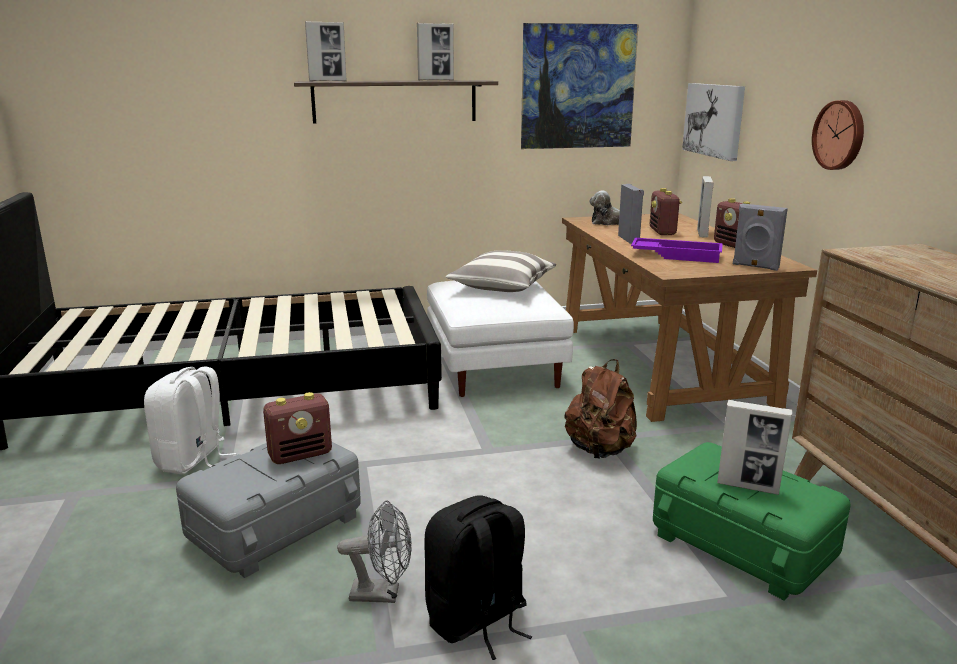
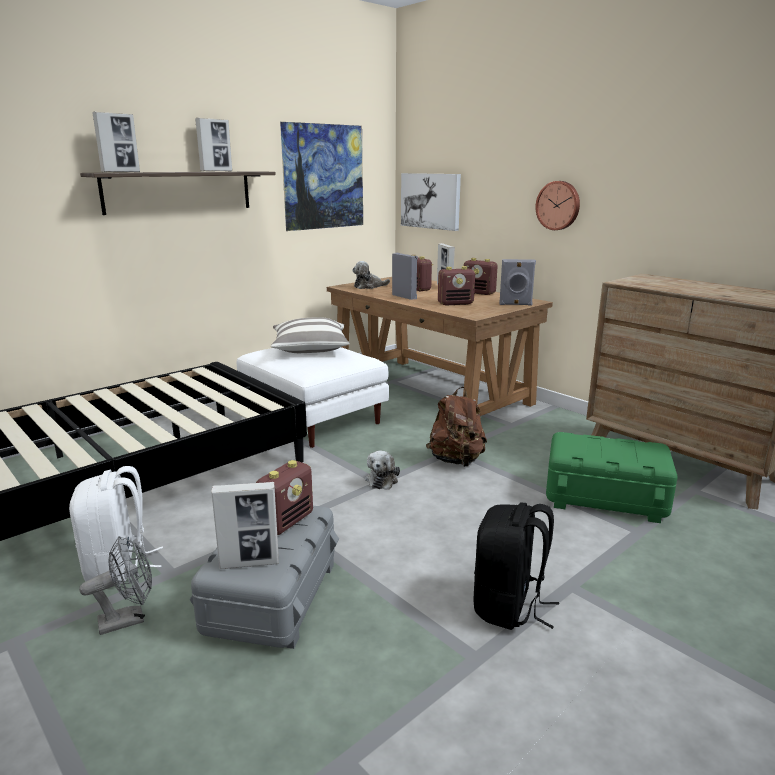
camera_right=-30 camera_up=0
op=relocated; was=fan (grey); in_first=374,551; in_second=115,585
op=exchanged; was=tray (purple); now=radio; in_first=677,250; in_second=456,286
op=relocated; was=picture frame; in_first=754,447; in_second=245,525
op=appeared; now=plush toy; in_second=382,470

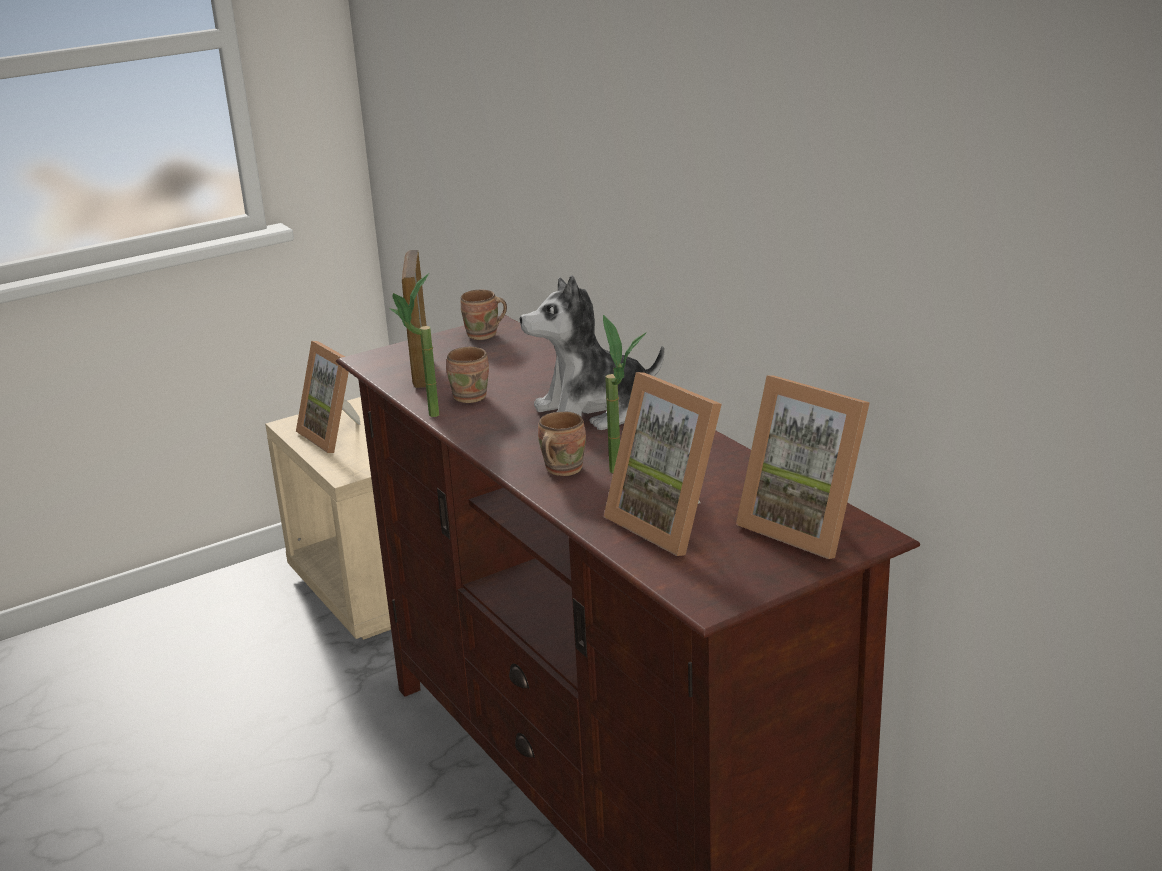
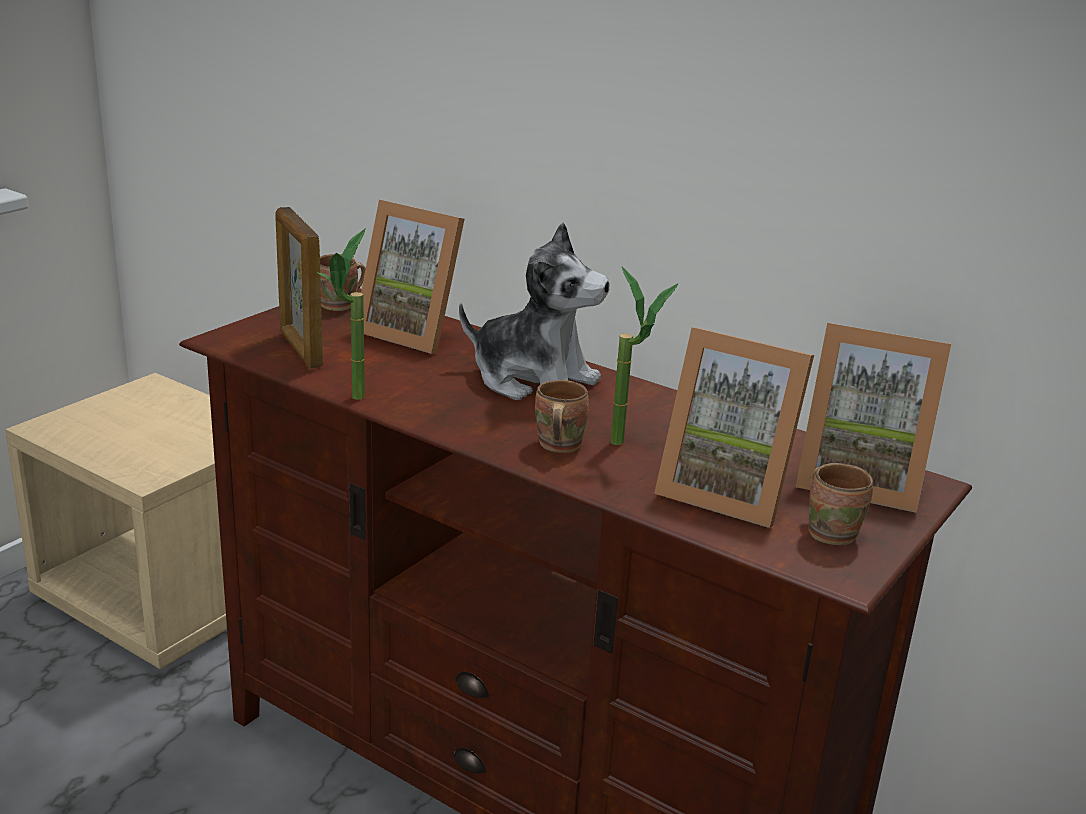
camera_right=-25 camera_up=0
op=relocated; was=picture frame; in_first=328,397; in_second=413,277
op=relocated; was=mug (brown); in_first=467,375; in_second=840,504
op=spun; was=plush toy; in_first=592,352; in_second=534,311; clockwise=-120

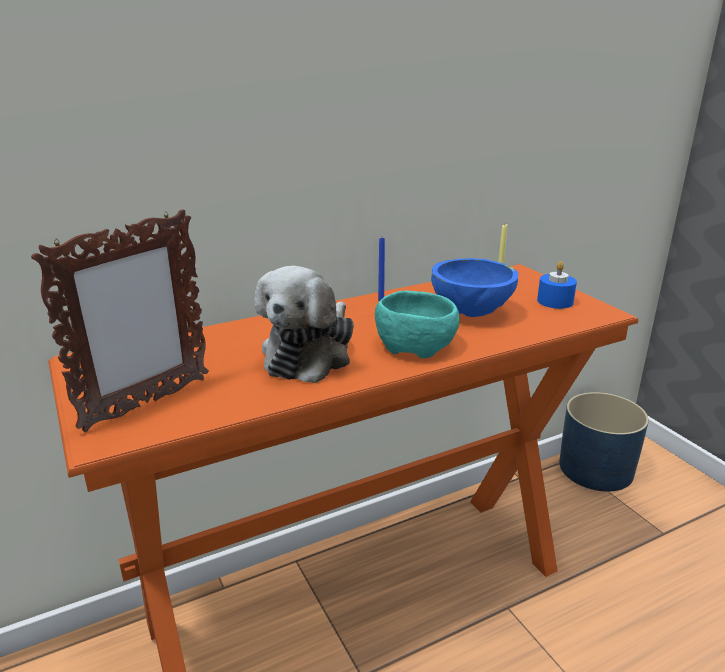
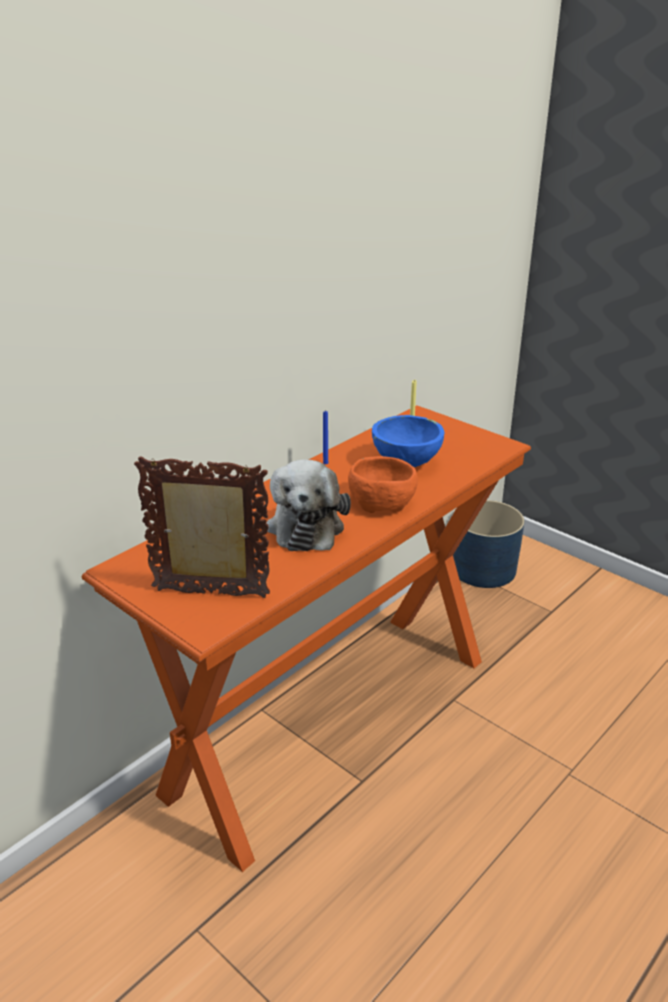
camera_right=-20 camera_up=5
op=spun; was=picture frame; in_first=120,320; in_second=202,527; clockwise=-105
op=colour; was=bowl (turquoise); now=bowl (orange); in_first=417,324; in_second=383,484
op=missing; was=candle (blue); in_first=557,285

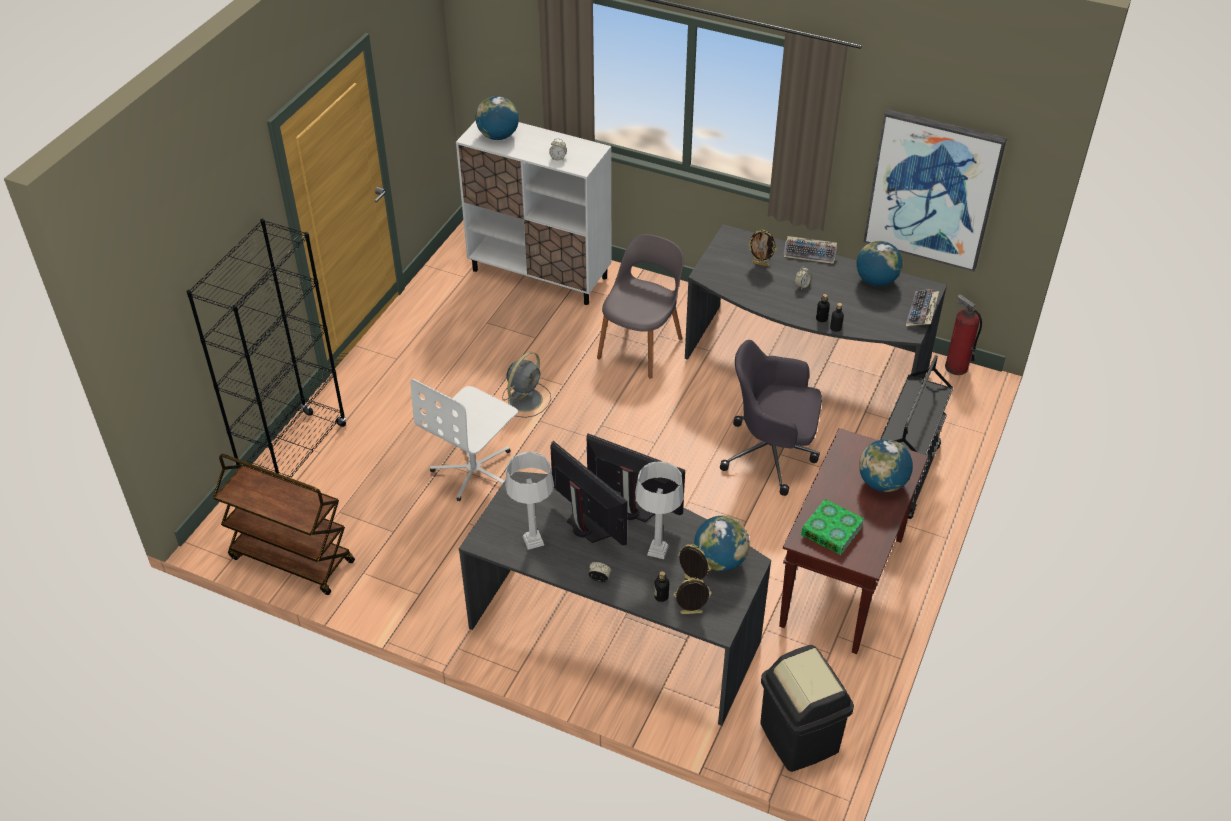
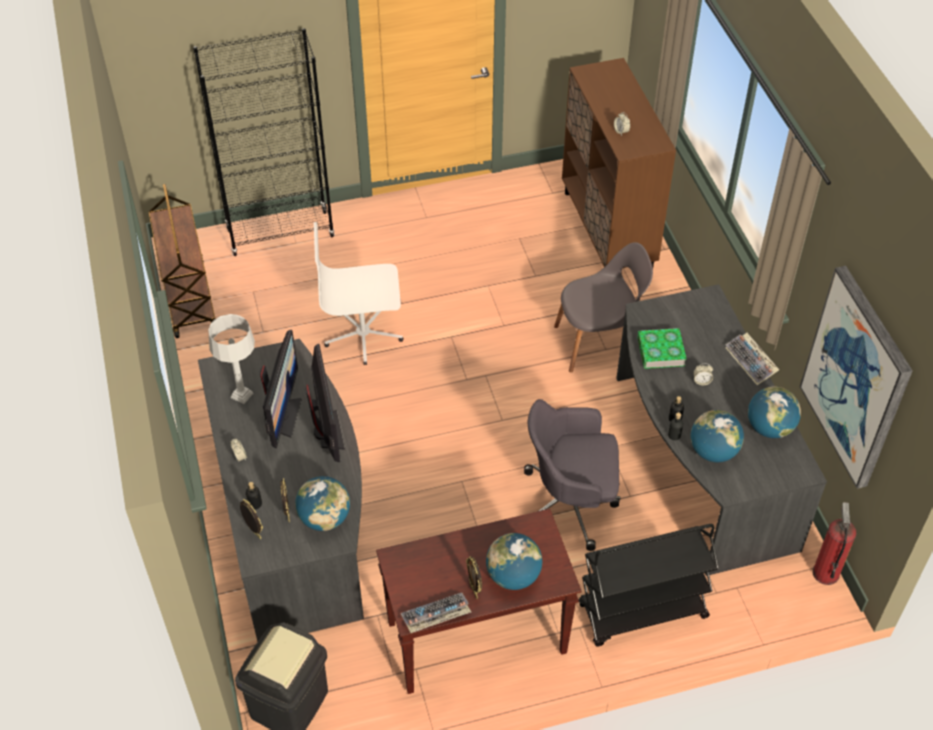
camera_right=50 camera_up=5
op=colour; was=cabinet (white); now=cabinet (brown); in_first=533,213; in_second=619,163
op=relocated; was=globe; in_first=497,118; in_second=717,436
op=missing; was=fan (grey); in_first=526,385
op=missing; was=table lamp (grey); in_first=659,510
op=spun; was=office chair (grey); in_first=771,418; in_second=572,475; clockwise=-60
op=relocated; was=picture frame; in_first=762,248; in_second=474,577
op=relocated; was=book; in_first=832,527; in_second=662,348
op=relocated; was=keyboard; in_first=922,307; in_second=435,613

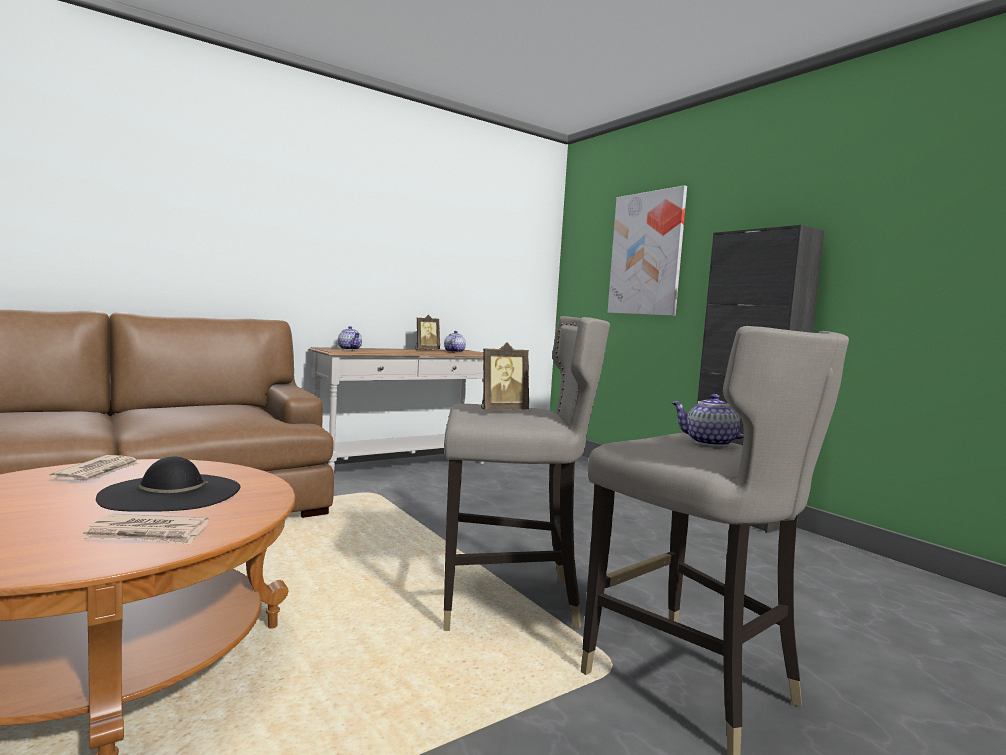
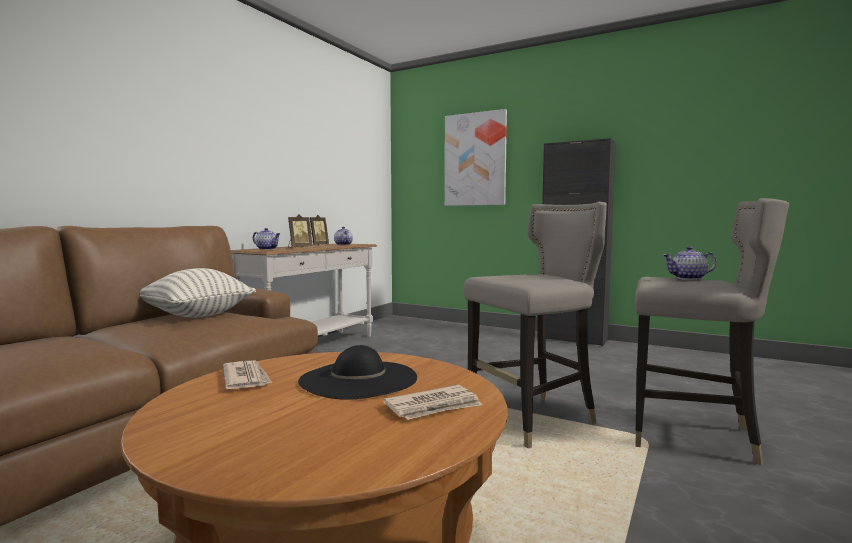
camera_right=-25 camera_up=0
op=relocated; was=picture frame; in_first=505,376; in_second=300,231
op=appeared; now=pillow; in_second=198,293

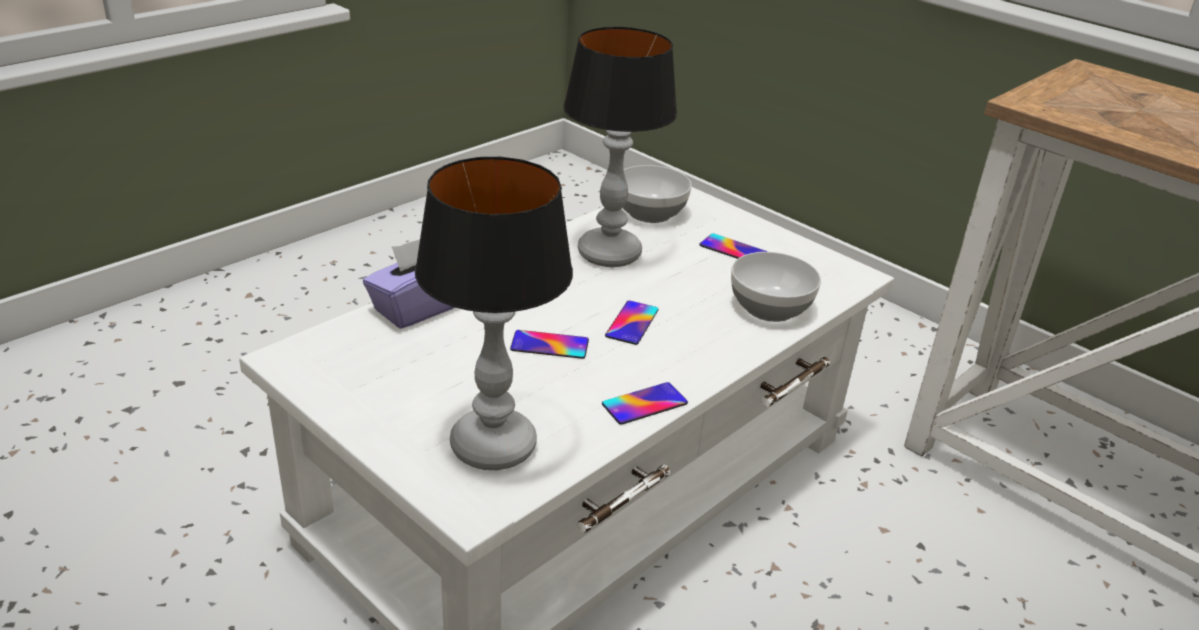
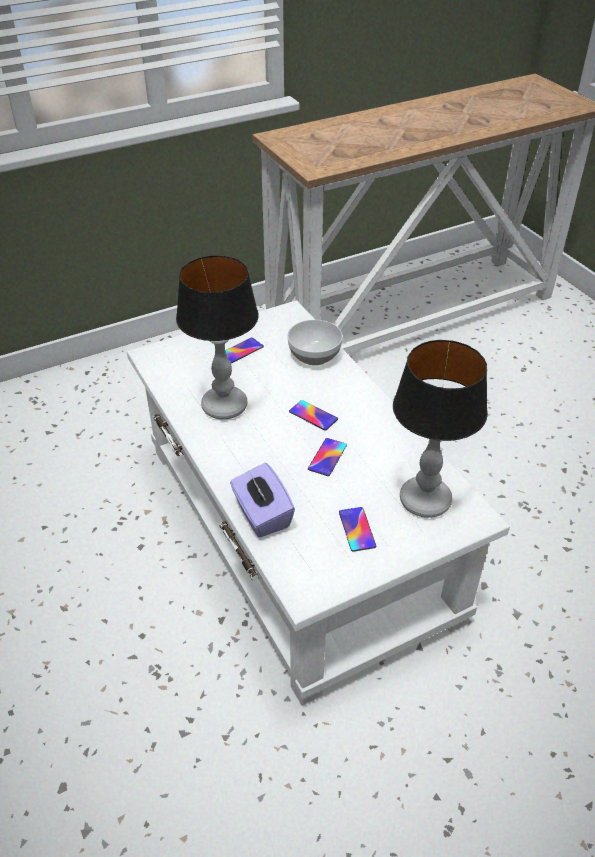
camera_right=-70 camera_up=10
op=relocated; was=phone; in_first=645,403; in_second=357,529
op=missing; was=bowl; in_first=657,194

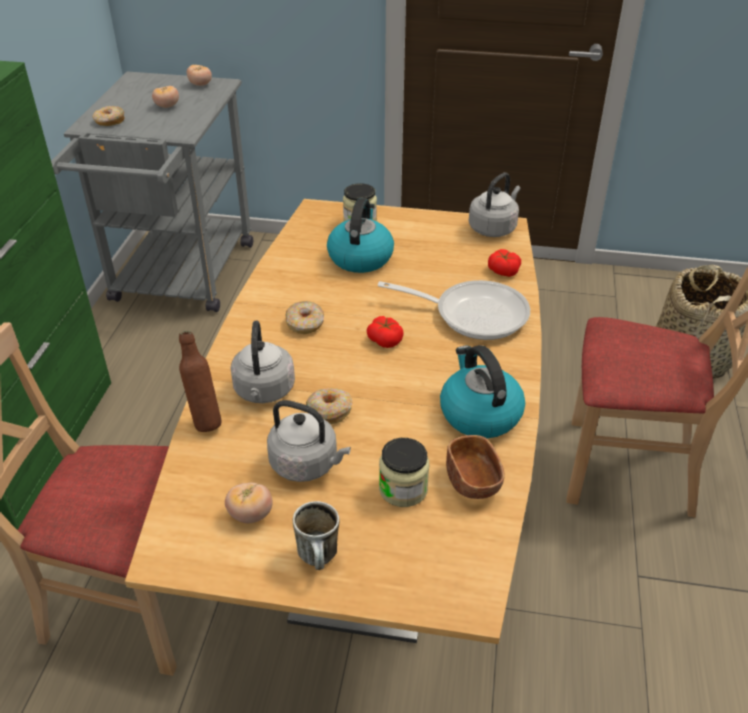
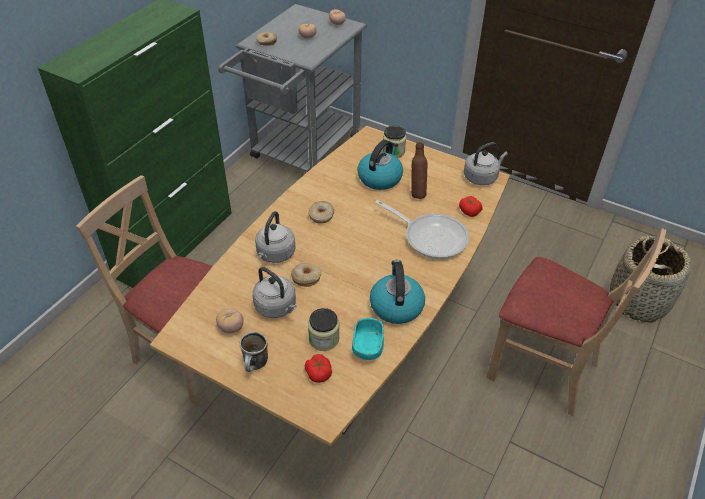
camera_right=20 camera_up=5
op=relocated; was=bottle (brown); in_first=200,381; in_second=420,170
op=relocated; was=tomato; in_first=385,332; in_second=318,368
op=colour; was=bowl (brown); now=bowl (turquoise); in_first=475,467; in_second=368,339

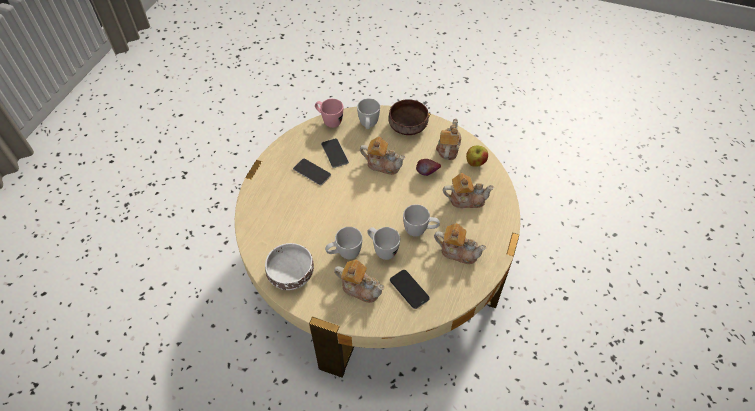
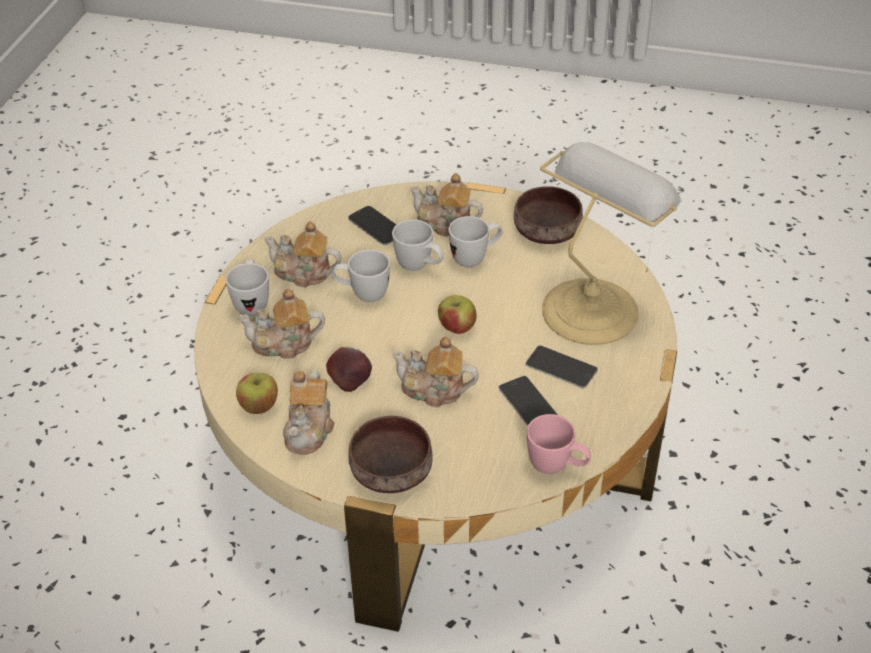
camera_right=175 camera_up=-10
op=colour; was=bowl (white); now=bowl (brown); in_first=289,266; in_second=548,215
op=relocated; was=mug (white); in_first=368,113; in_second=247,287
op=appeared; now=apple; in_second=457,314
op=appeared; now=table lamp; in_second=610,243

